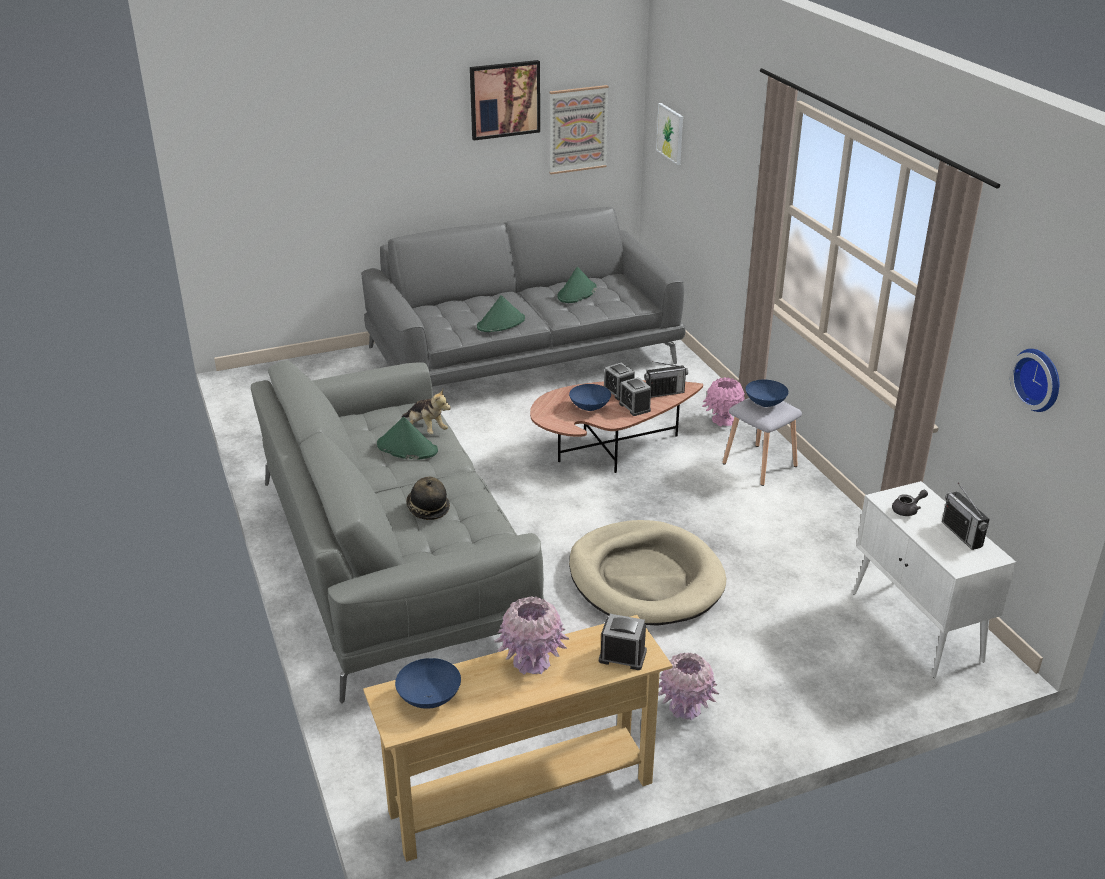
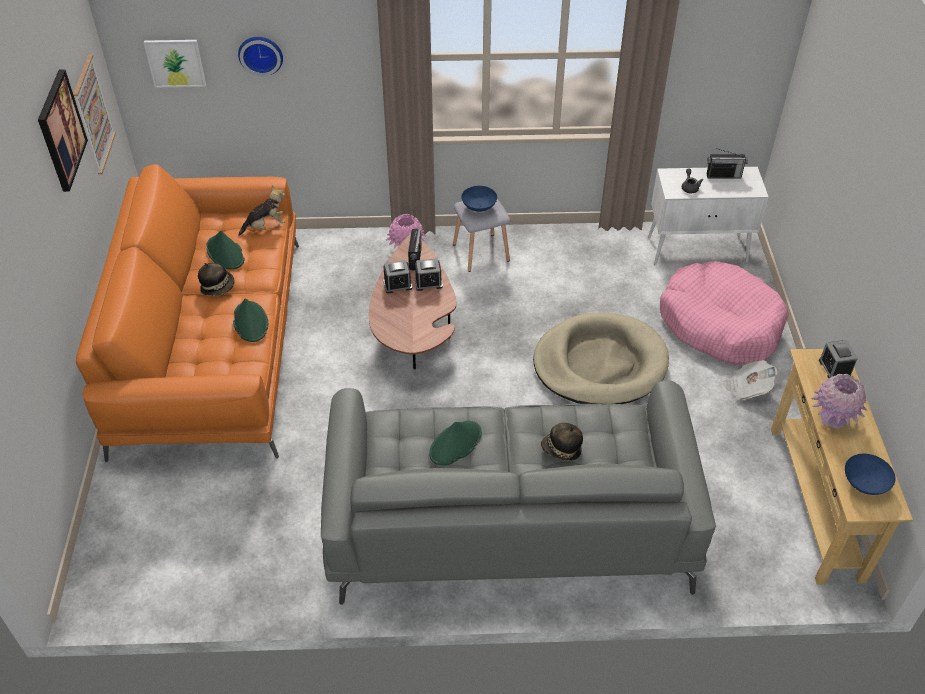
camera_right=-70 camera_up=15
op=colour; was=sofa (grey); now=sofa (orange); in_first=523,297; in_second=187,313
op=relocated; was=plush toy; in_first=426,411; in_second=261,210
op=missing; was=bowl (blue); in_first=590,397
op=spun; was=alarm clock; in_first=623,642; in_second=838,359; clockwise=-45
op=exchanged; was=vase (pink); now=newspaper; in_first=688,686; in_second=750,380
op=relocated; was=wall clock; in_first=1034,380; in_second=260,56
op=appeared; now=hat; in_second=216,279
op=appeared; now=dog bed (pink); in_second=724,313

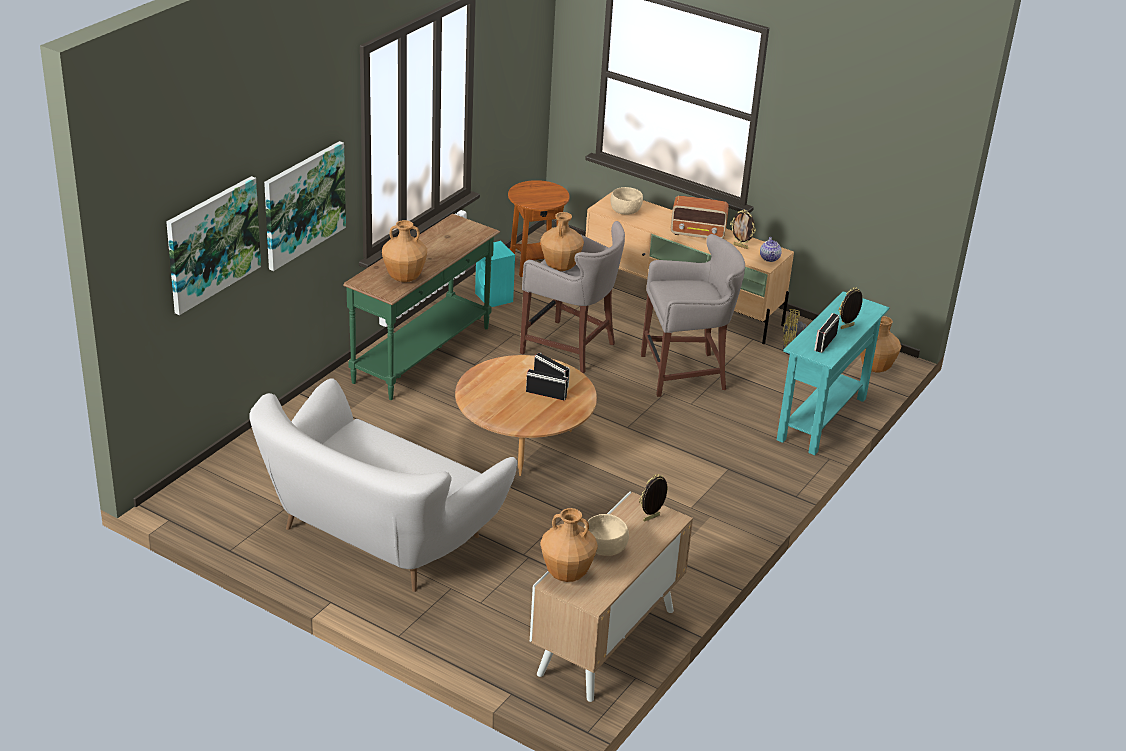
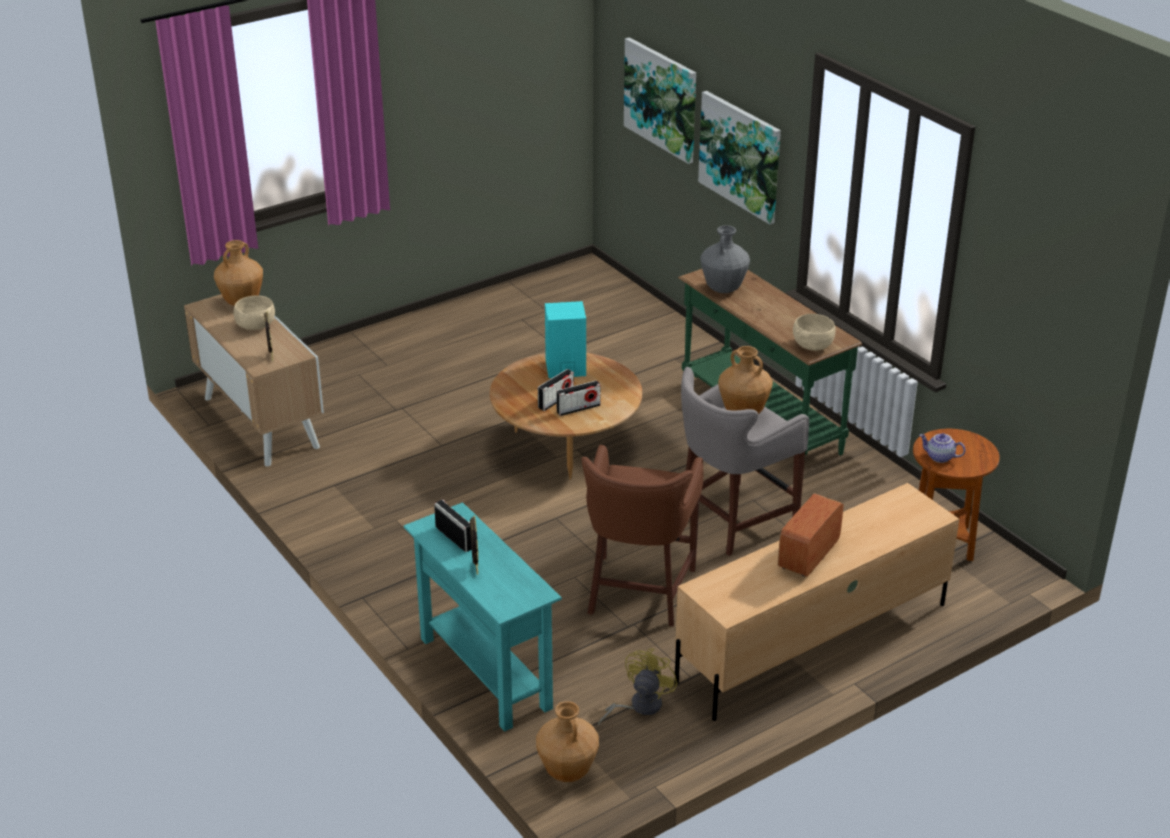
camera_right=115 camera_up=0
op=missing; was=sofa (white); in_first=383,485
op=colour; was=vase (brown); now=vase (grey); in_first=404,251; in_second=725,259
op=relocated; was=speaker (turquoise); in_first=495,274; in_second=565,339
op=relocated; was=bowl (beige); in_first=626,201; in_second=814,332
op=colour; was=stool (grey); now=stool (brown); in_first=693,315; in_second=642,535
op=missing; was=picture frame; in_first=743,229
op=relocated; was=teapot; in_first=771,249; in_second=942,448

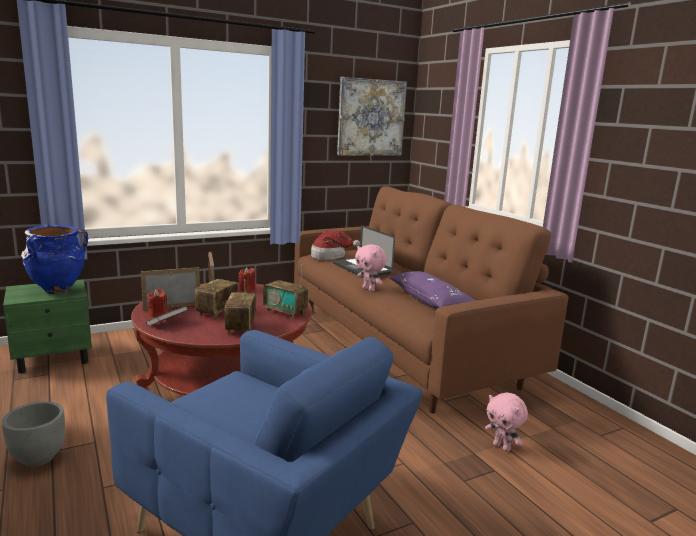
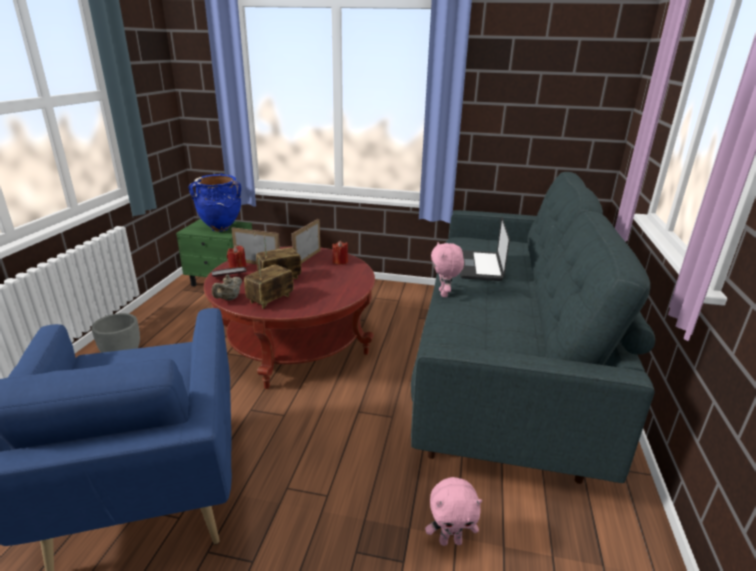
camera_right=40 camera_up=10
op=missing; was=radio; in_first=286,291
op=colour; was=sofa (brown); now=sofa (grey); in_first=431,299; in_second=533,328
op=missing; was=hat; in_first=335,245
op=missing; was=picture; in_first=372,116
op=missing; was=pillow (purple); in_first=432,290
op=spun; was=plush toy (pink); in_first=506,422; in_second=453,511; clockwise=-90
op=appeared; now=teapot (beige); in_second=227,288

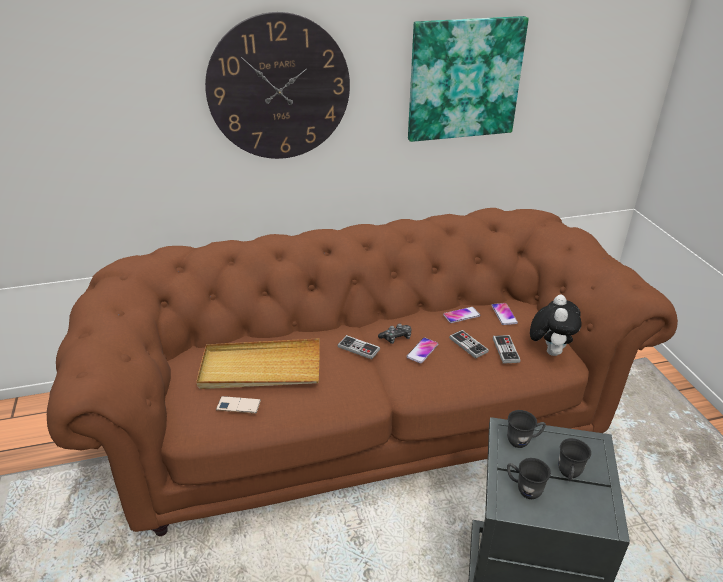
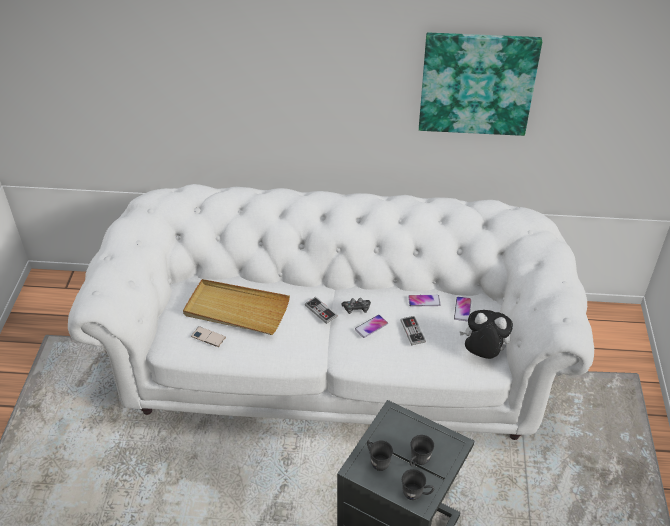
camera_right=20 camera_up=10
op=colour; was=sofa (brown); now=sofa (white); in_first=362,372; in_second=331,312
op=missing; was=wall clock; in_first=277,85
op=missing; was=game controller; in_first=507,349
op=relocated; was=mug (grey); in_first=526,429; in_second=418,484
op=spun; was=plush toy; in_first=556,325; in_second=486,334; clockwise=-105

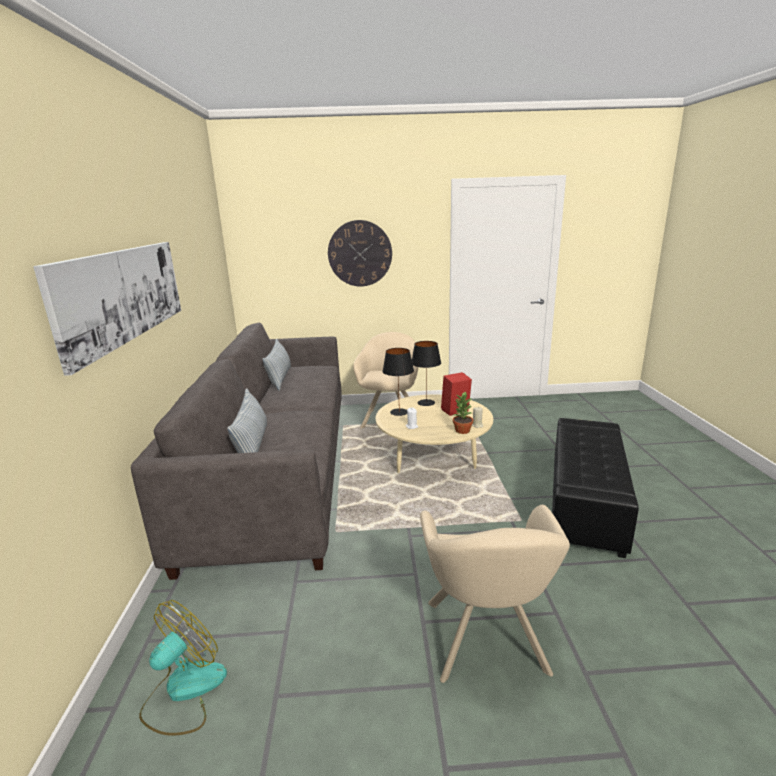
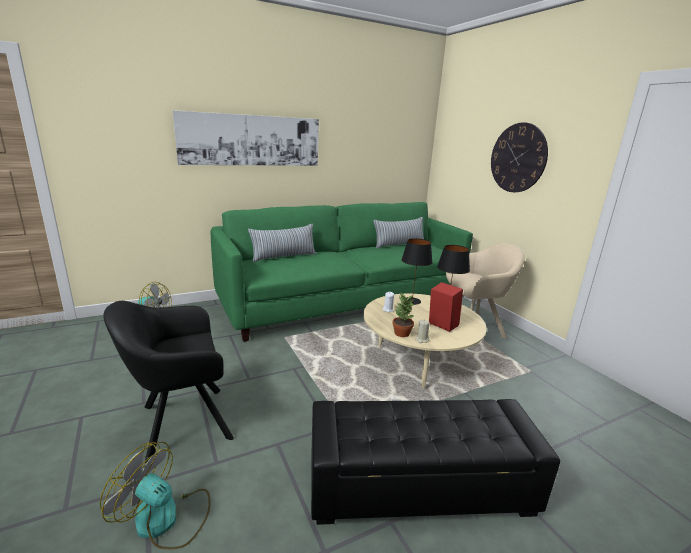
camera_right=65 camera_up=0
op=colour; was=sofa (grey); now=sofa (green); in_first=236,451; in_second=342,272
op=colour; was=armchair (beige); now=armchair (black); in_first=495,594; in_second=168,382
op=appeared; now=fan; in_second=155,495

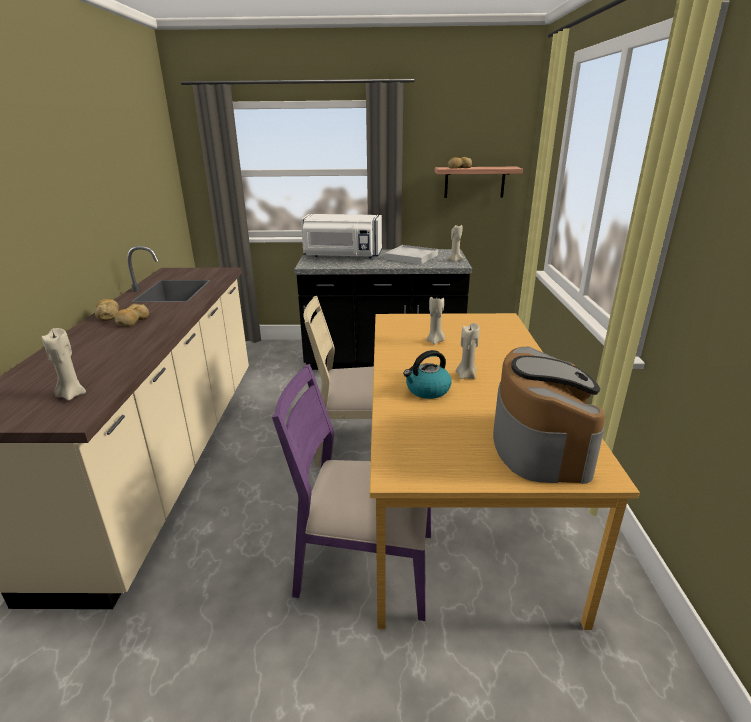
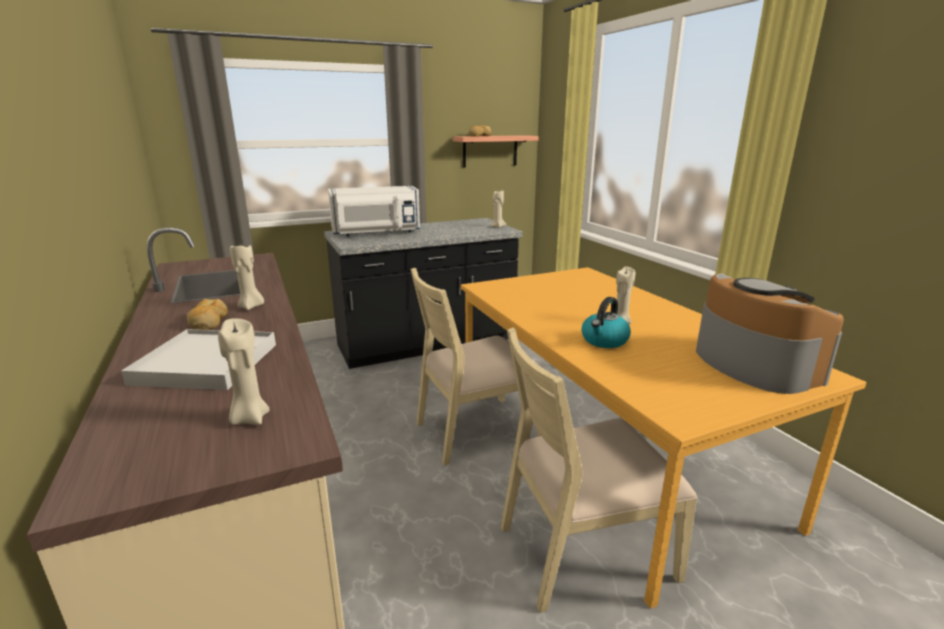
camera_right=-25 camera_up=-5
op=missing; was=bread; in_first=107,310
op=colour; was=chair (purple); now=chair (beige); in_first=351,492; in_second=599,470
op=relocated; was=tray (white); in_first=411,254; in_second=198,359
op=relocated; was=candle (beige); in_first=435,321; in_second=247,277

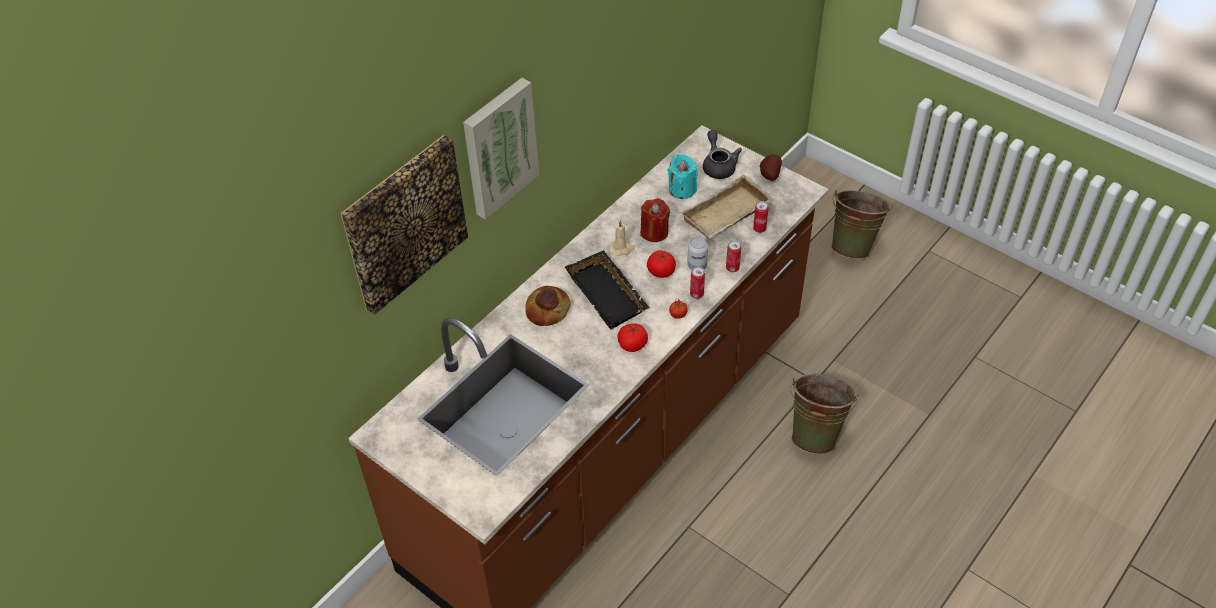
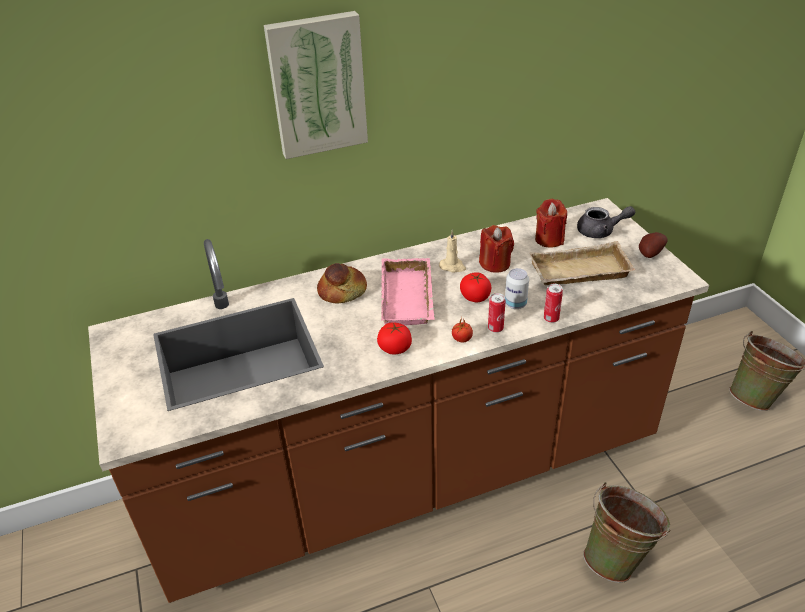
camera_right=30 camera_up=-10
op=missing; was=picture; in_first=404,225
op=colour; was=tray (black); now=tray (pink); in_first=607,290; in_second=407,292
op=colour; was=candle (turquoise); now=candle (red); in_first=683,176; in_second=551,223
op=spun; was=teapot (grey); in_first=722,154; in_second=606,222; clockwise=75
op=missing; was=can; in_first=761,217

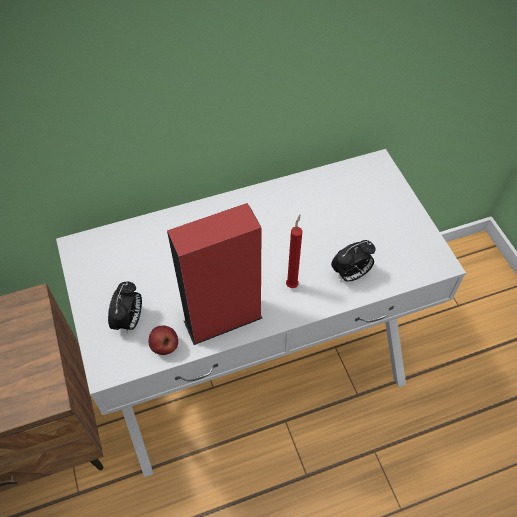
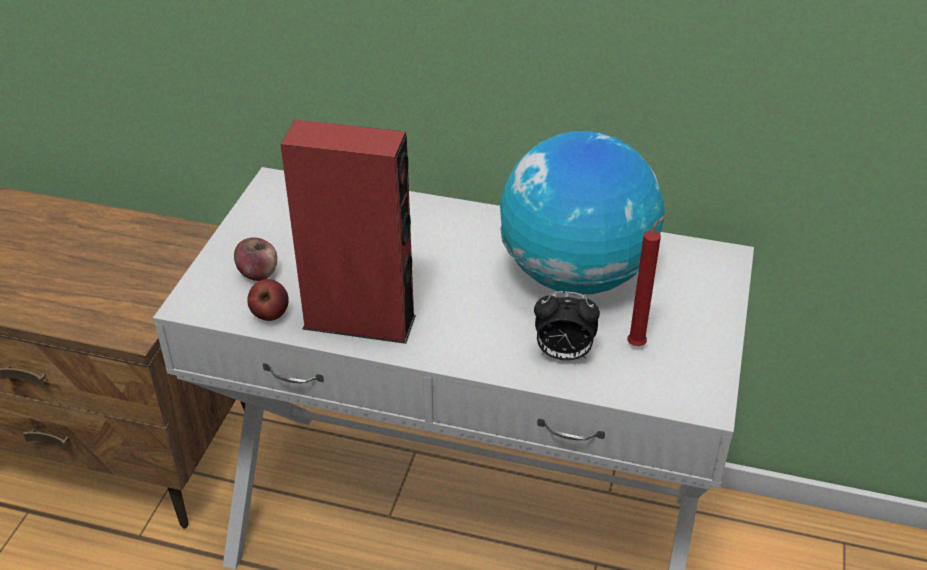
camera_right=35 camera_up=-15
op=exchanged; was=alarm clock; now=apple; in_first=125,308; in_second=255,259
op=relocated; was=candle (red); in_first=294,251; in_second=647,280
op=appeared; now=globe; in_second=582,213

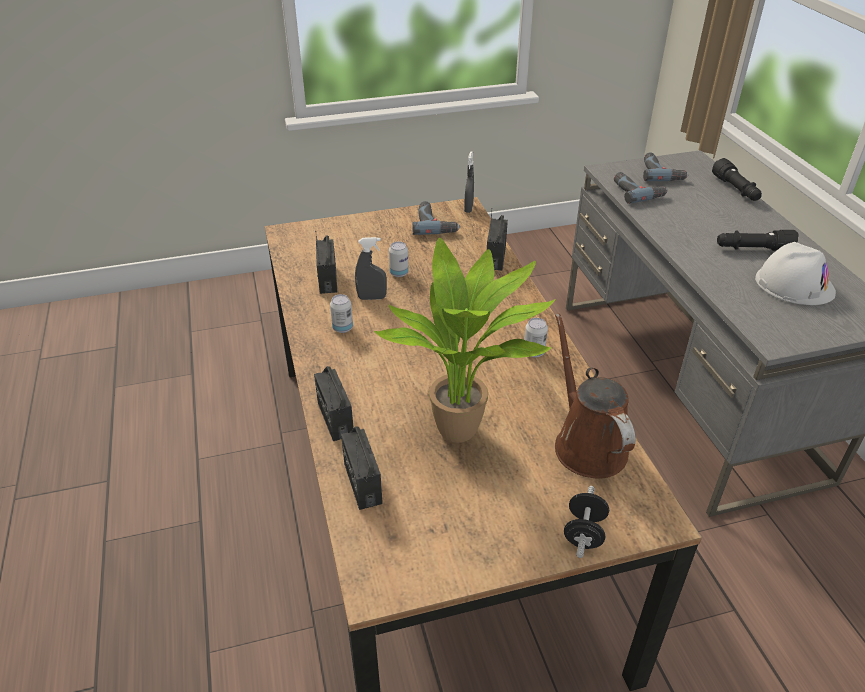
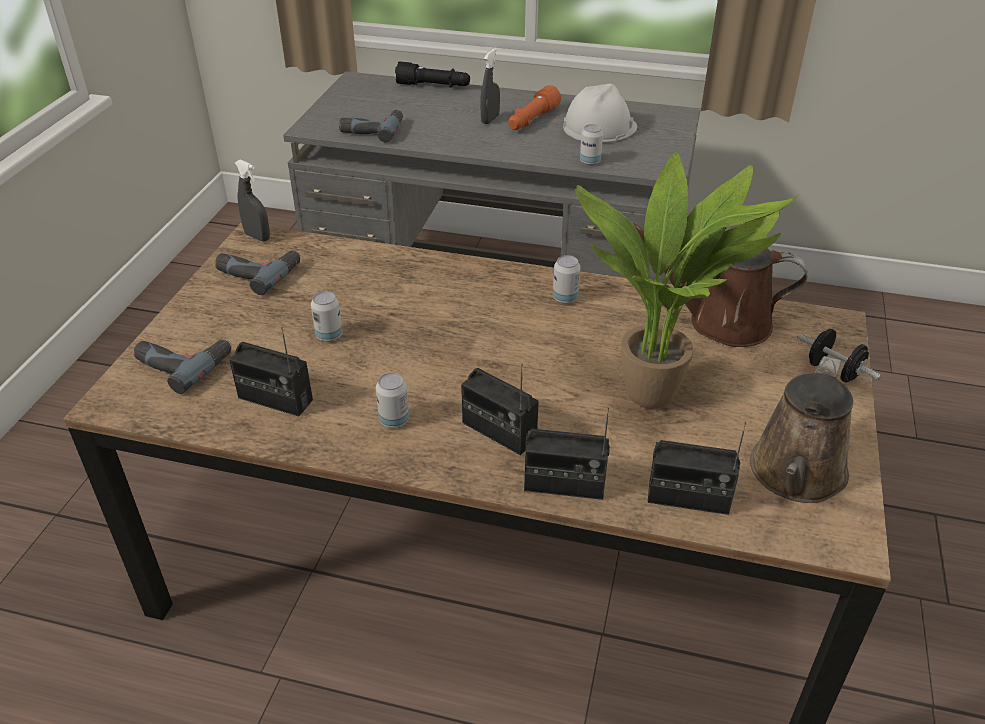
camera_right=-60 camera_up=0
op=relocated; was=spray bottle (grey); in_first=371,268; in_second=490,86
op=relocated; was=radio; in_first=497,239; in_second=500,409
op=relocated; was=power drill; in_first=666,166; in_second=182,367
op=colour; was=flashlight (black); now=flashlight (orange); in_first=758,240; in_second=534,107
op=appeared; now=can; in_second=591,145
op=appeared; now=watering can (brown); in_second=801,429

